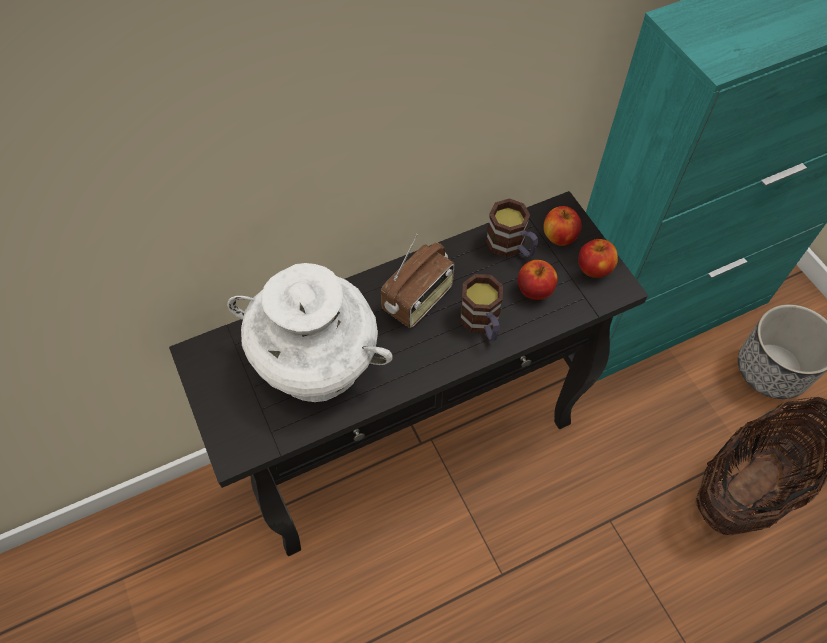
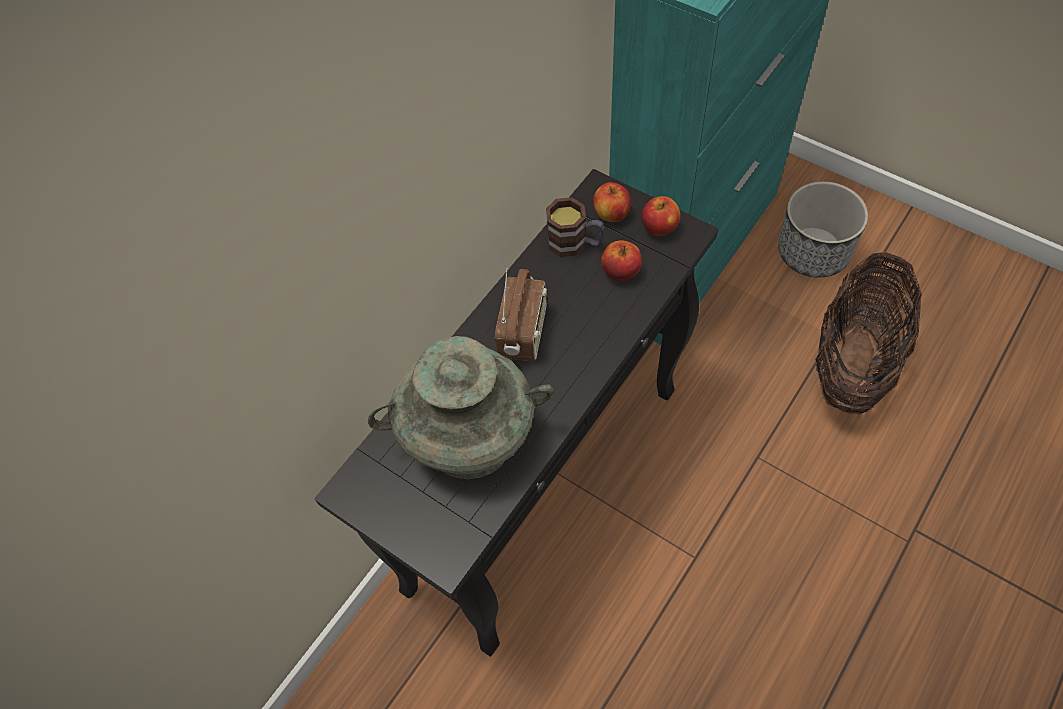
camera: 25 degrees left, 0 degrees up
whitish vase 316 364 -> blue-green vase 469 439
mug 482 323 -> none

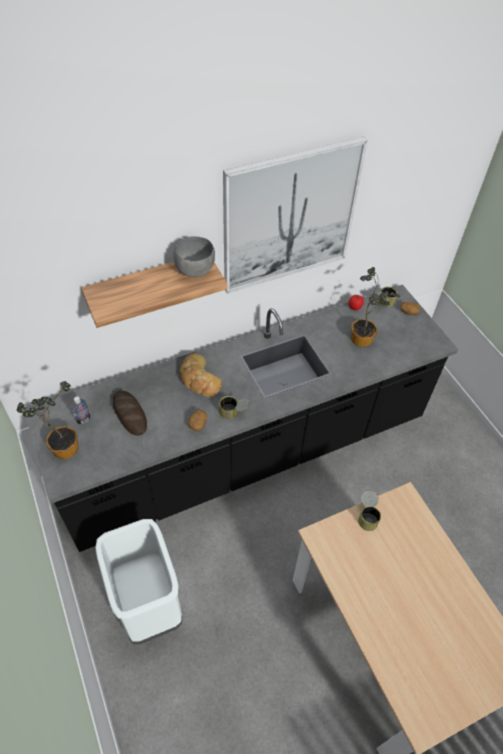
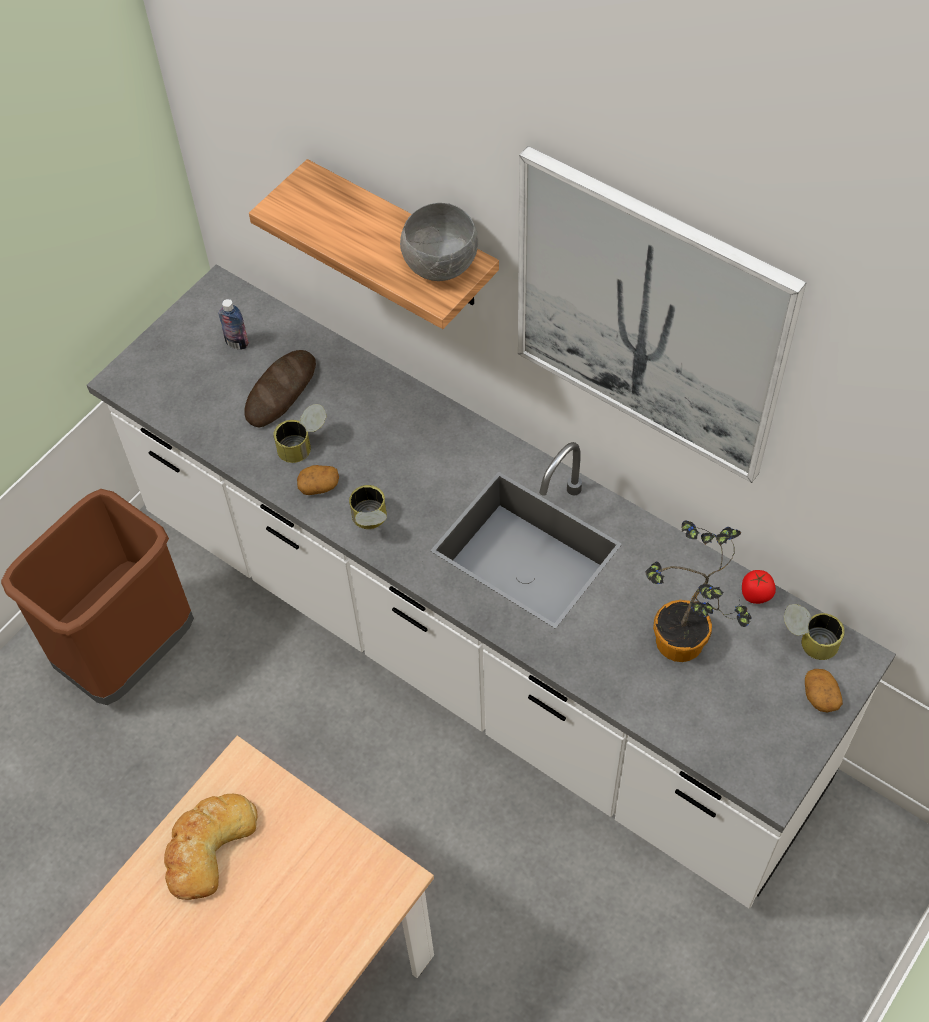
camera: 65 degrees right, 5 degrees up
black counter 248 454 -> whitish counter 471 649
bakery bread 199 379 -> bakery bread 207 847, shifted
plant in a pot 62 447 -> none
metal can 367 515 -> metal can 303 444, shifted
whitish waste bin 148 604 -> brown-coloured waste bin 128 651

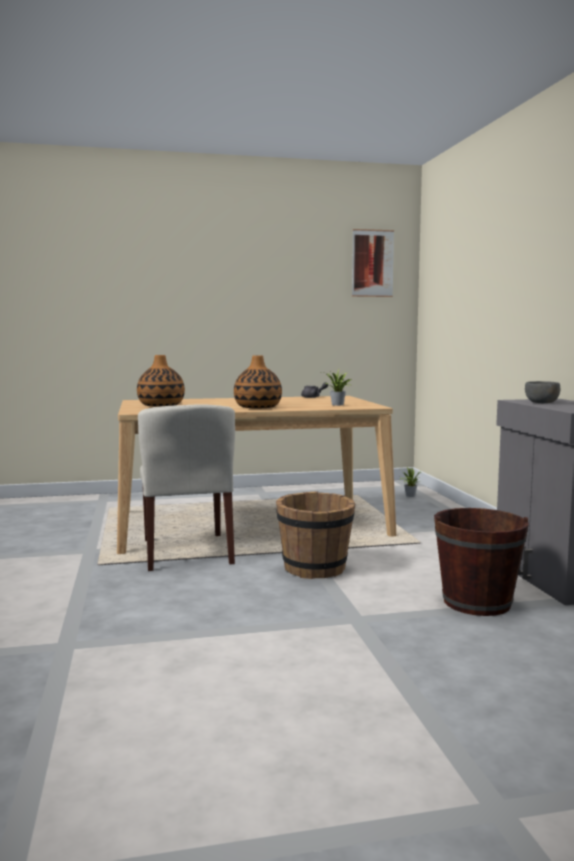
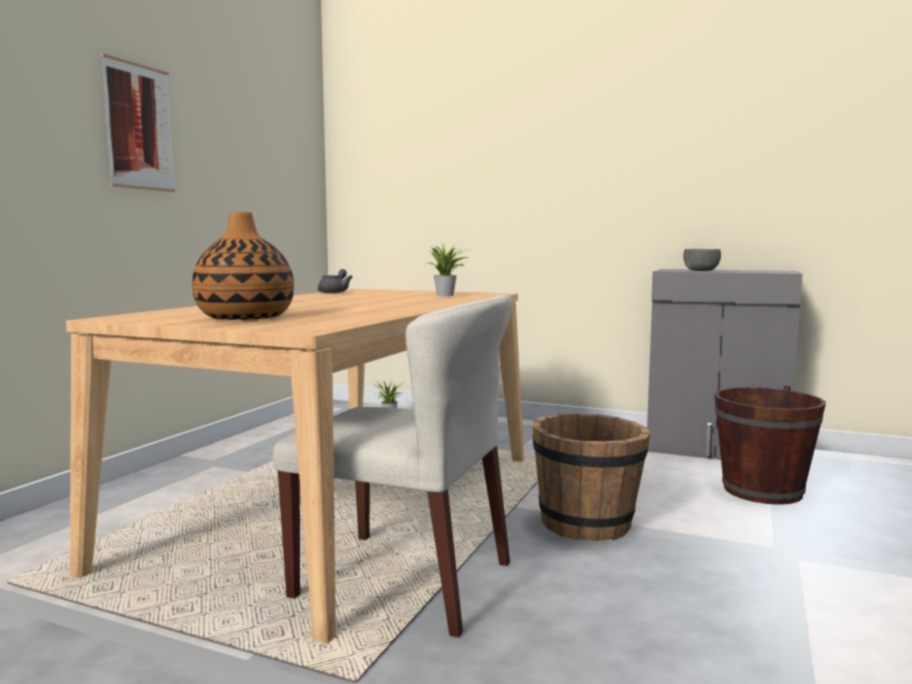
camera: 55 degrees left, 0 degrees up
wall art 372 263 -> wall art 139 127, shifted
vase 258 407 -> none

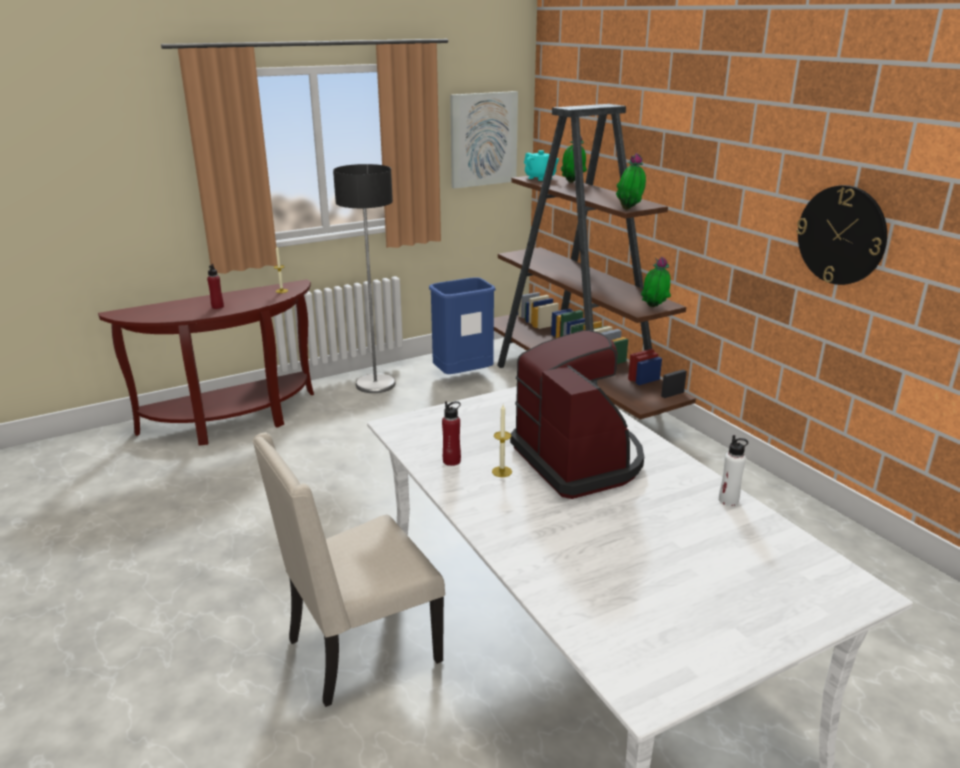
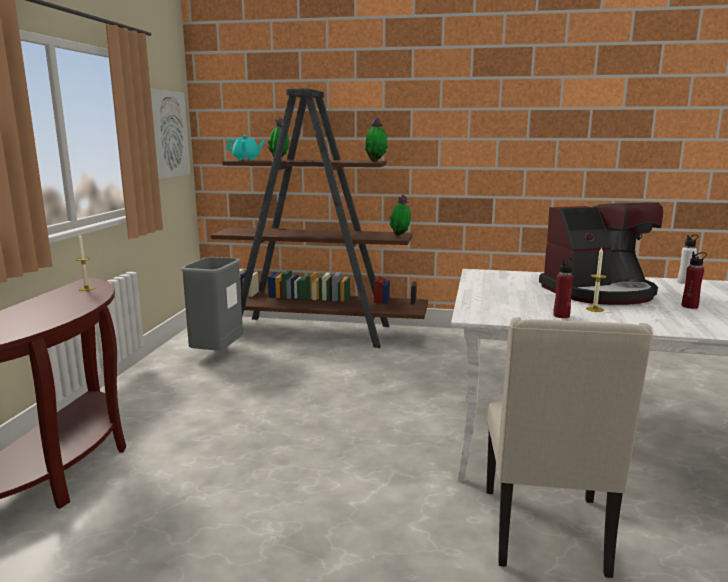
camera: 50 degrees left, 10 degrees down
floor lamp 376 384 -> none
hanging clock 841 235 -> none
reddish bottle 217 307 -> reddish bottle 689 306, shifted
blue waste bin 463 376 -> greyish waste bin 217 353
coffee maker 579 460 -> coffee maker 599 292, 150 degrees clockwise

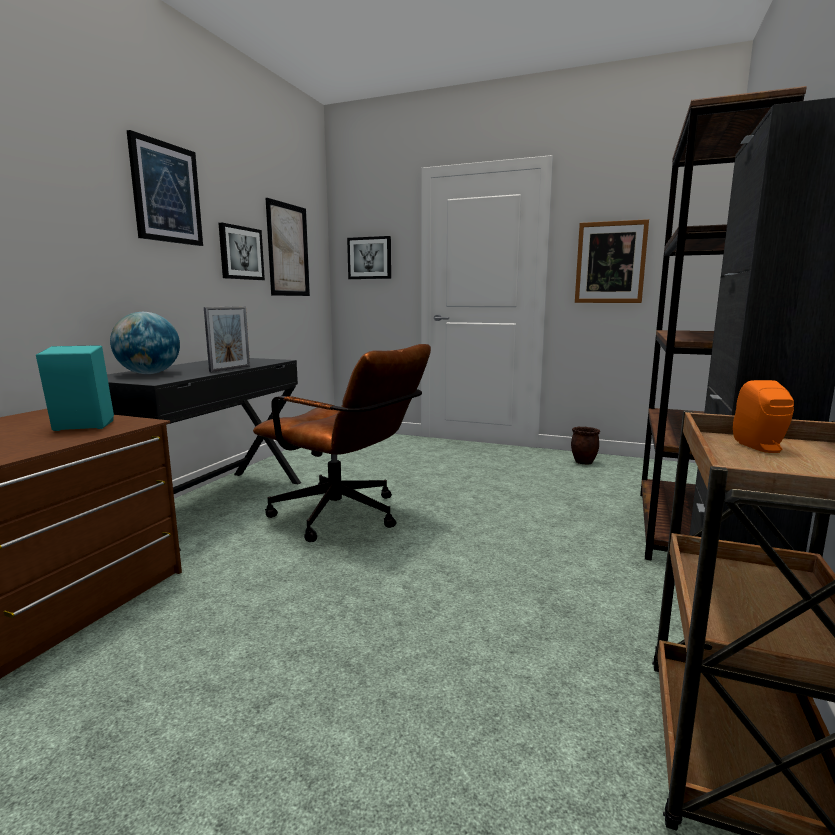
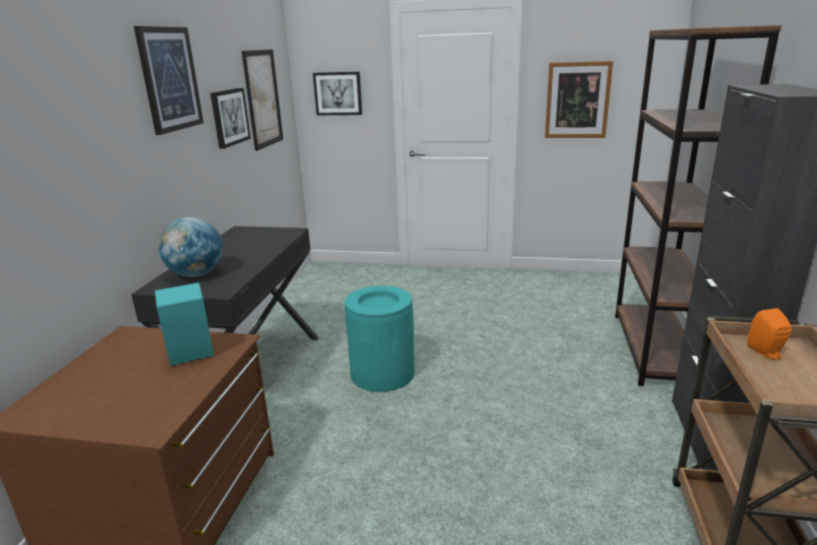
camera: 10 degrees left, 10 degrees up
photo frame 230 369 -> none
brown-coloured office chair 346 517 -> blue-green waste bin 382 373
brown-coloured plant pot 584 462 -> none

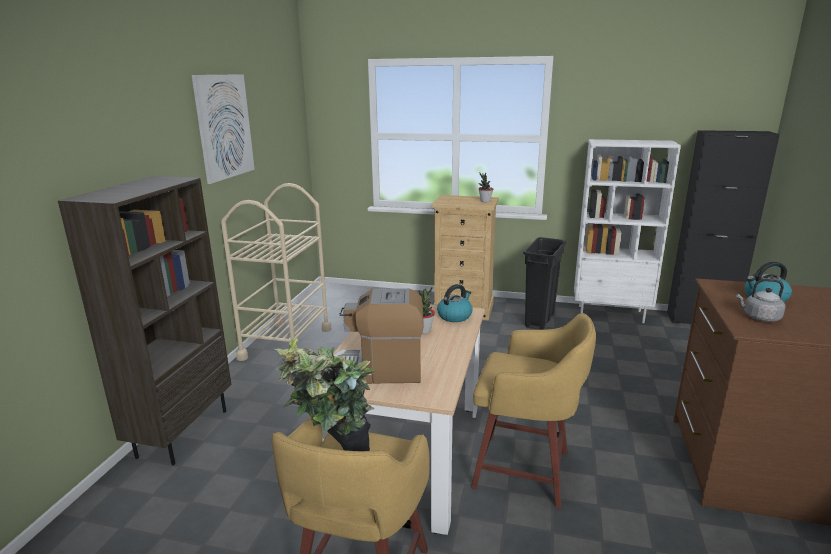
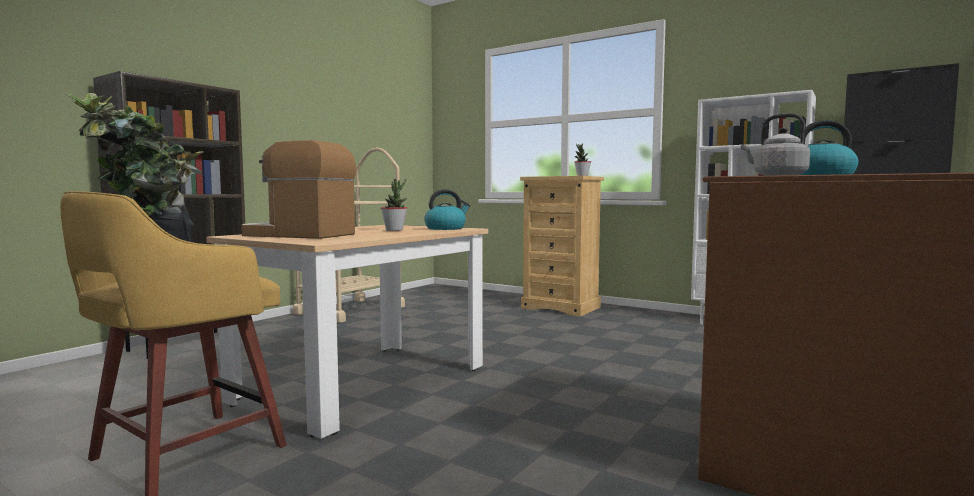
camera: 20 degrees right, 15 degrees down
wall art 225 127 -> none
black waste bin 539 320 -> none
yellow sitting stool 525 471 -> none

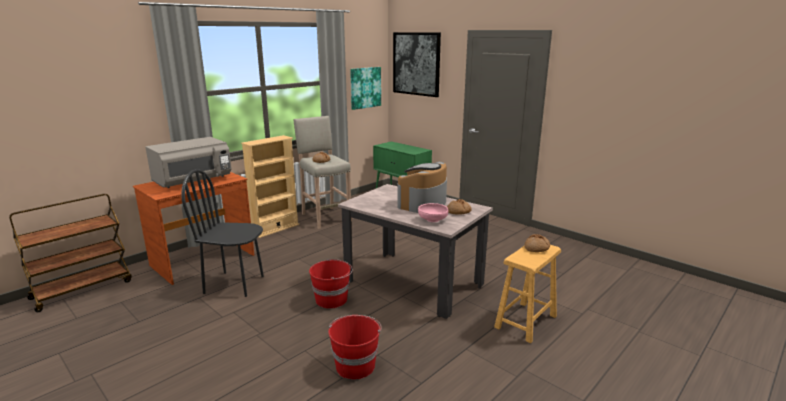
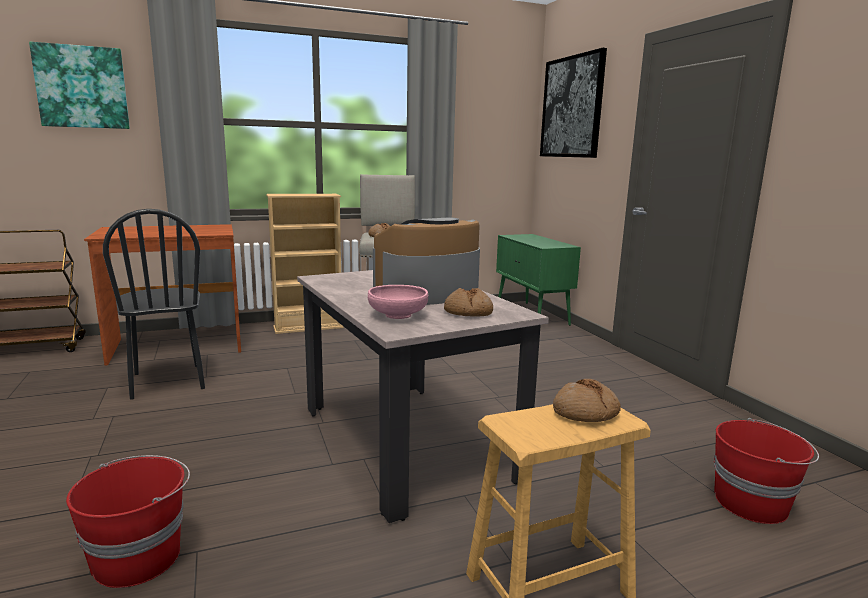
camera: 25 degrees right, 5 degrees down
wall art 365 87 -> wall art 82 87, shifted
greyish microwave 193 181 -> none
black chair 234 284 -> black chair 167 381, 150 degrees counterclockwise
reddish pail 332 299 -> reddish pail 752 503, shifted

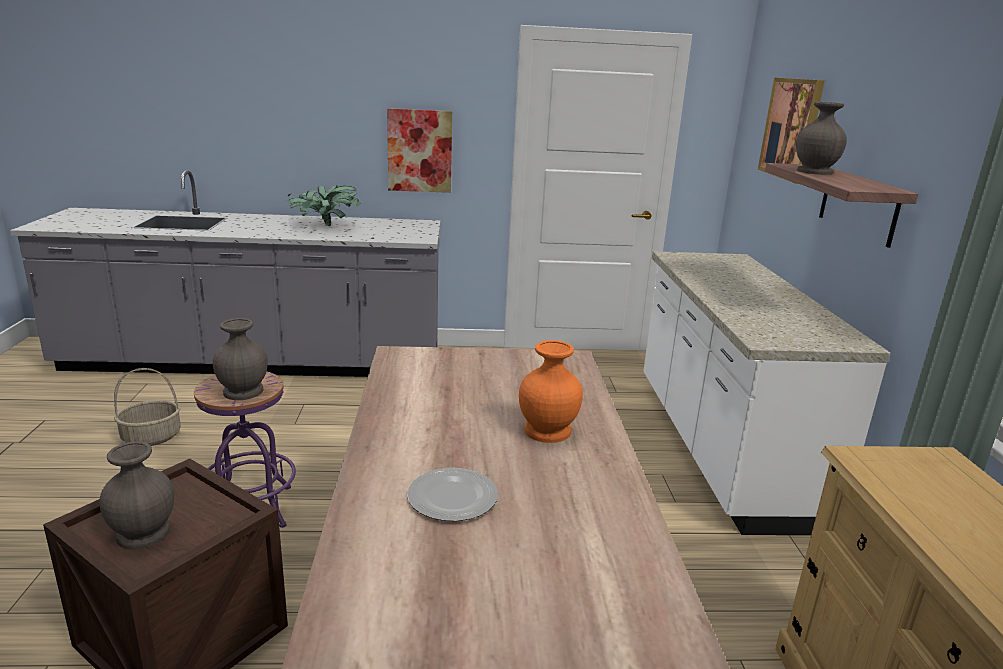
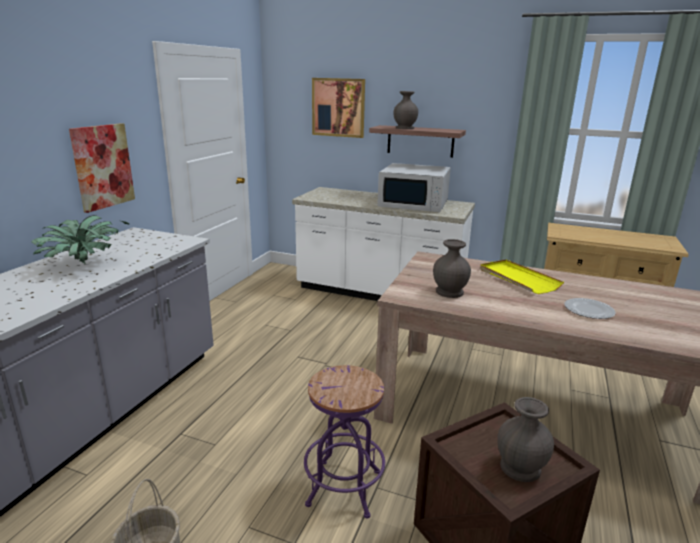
camera: 65 degrees left, 0 degrees up
greyish vase 244 391 -> greyish vase 449 292, shifted
orangey vase 548 430 -> yellow carrying tray 518 279
none -> whitish microwave 414 204

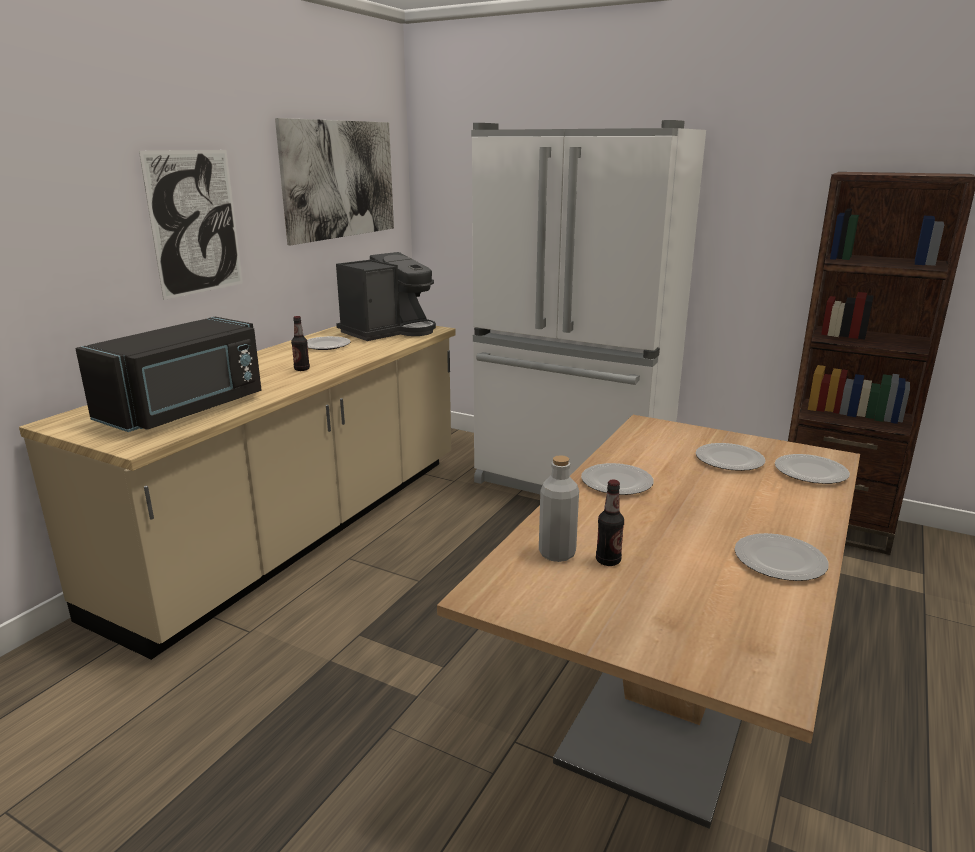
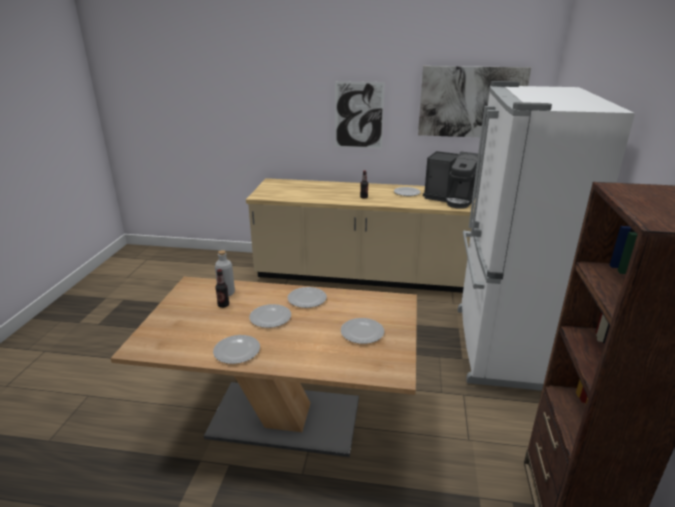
camera: 70 degrees right, 5 degrees up
black microwave 186 410 -> none
dinner plate 810 471 -> dinner plate 271 317, shifted

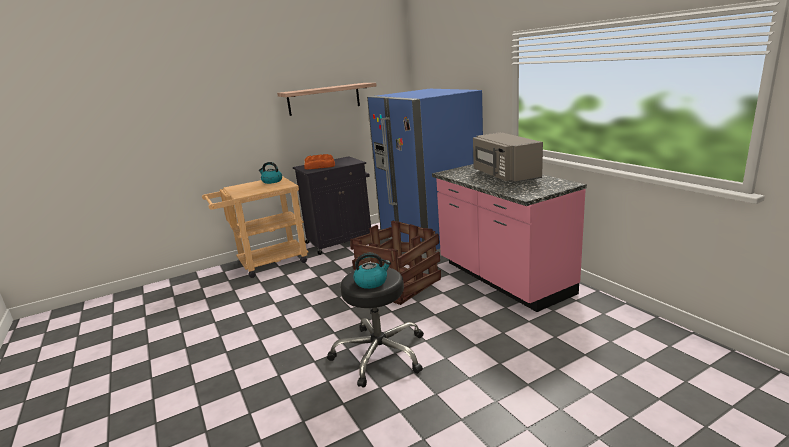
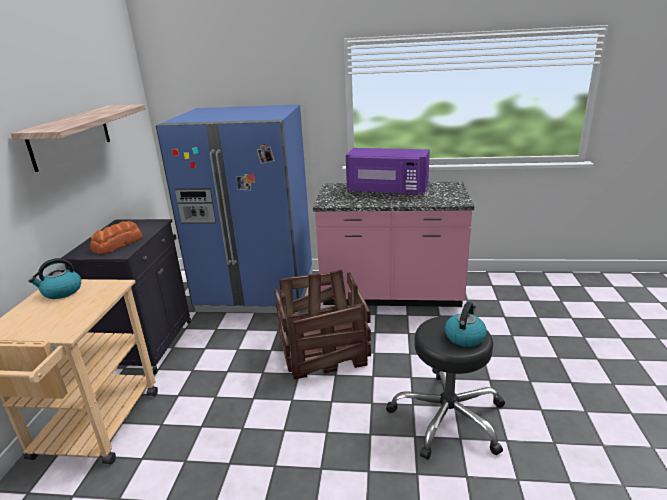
camera: 55 degrees left, 5 degrees up
greyish microwave 504 175 -> purplish microwave 387 191

